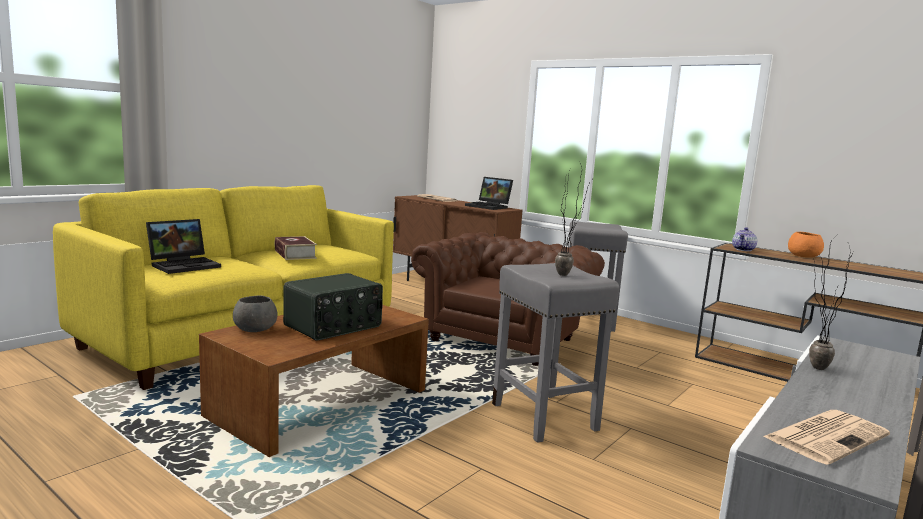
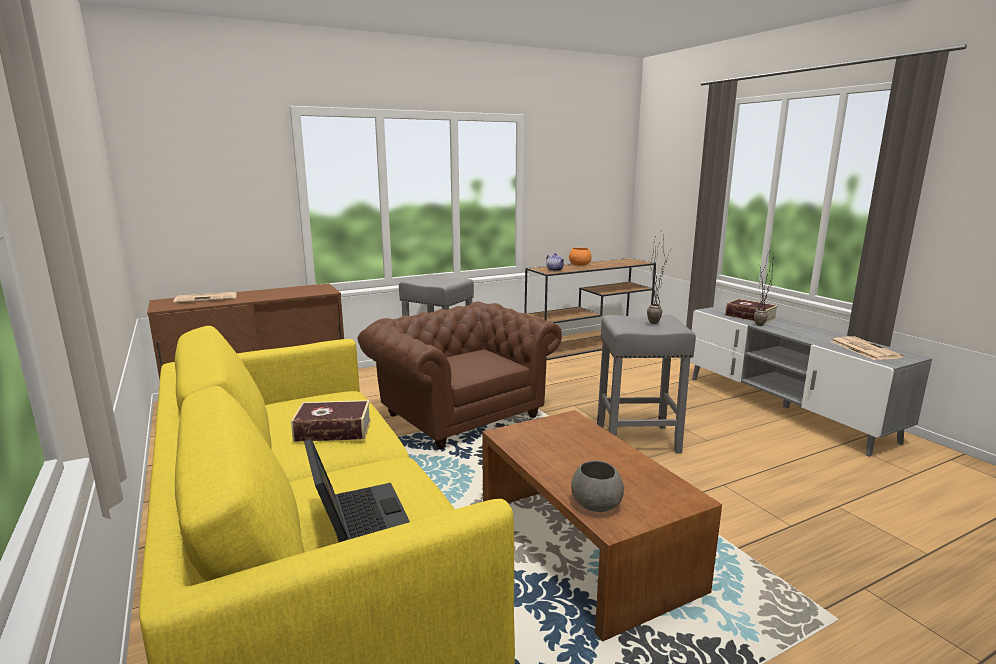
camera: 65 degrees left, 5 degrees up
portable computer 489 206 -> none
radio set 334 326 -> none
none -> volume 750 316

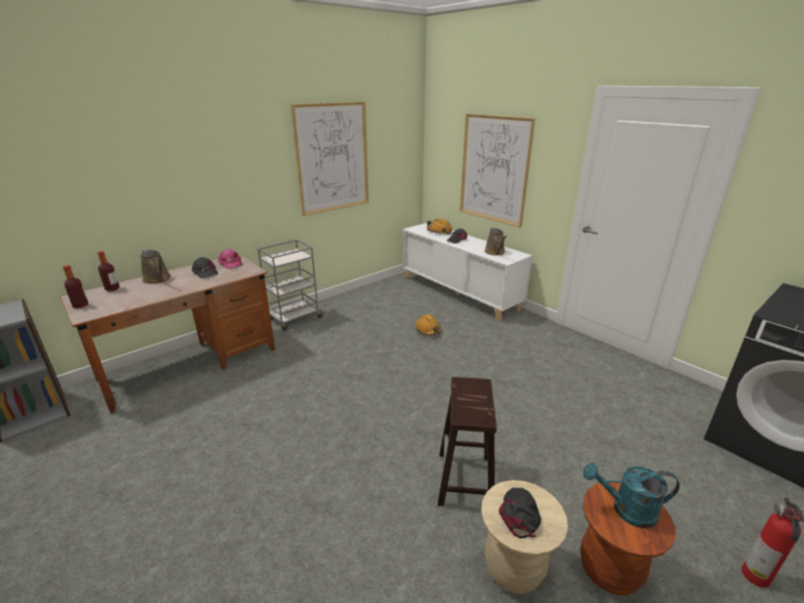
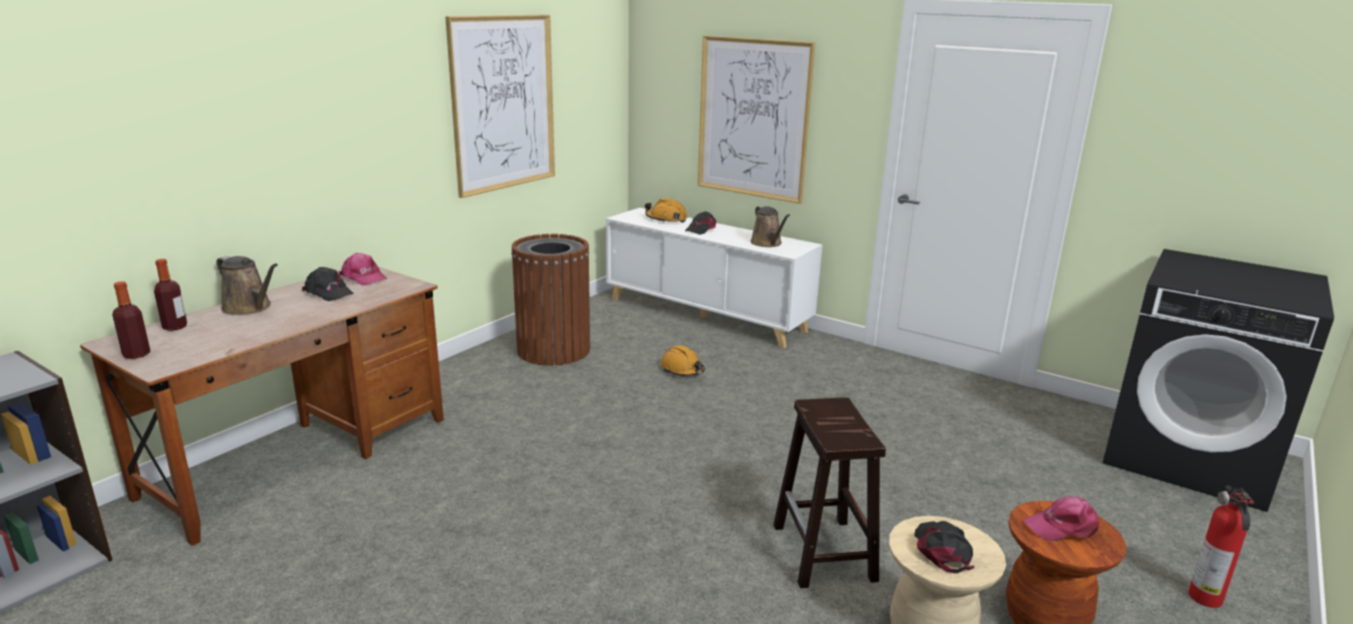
camera: 15 degrees left, 5 degrees down
greyish trolley 294 318 -> none
blue-green watering pot 626 510 -> pinkish peaked cap 1062 527
none -> brown-coloured waste bin 553 350

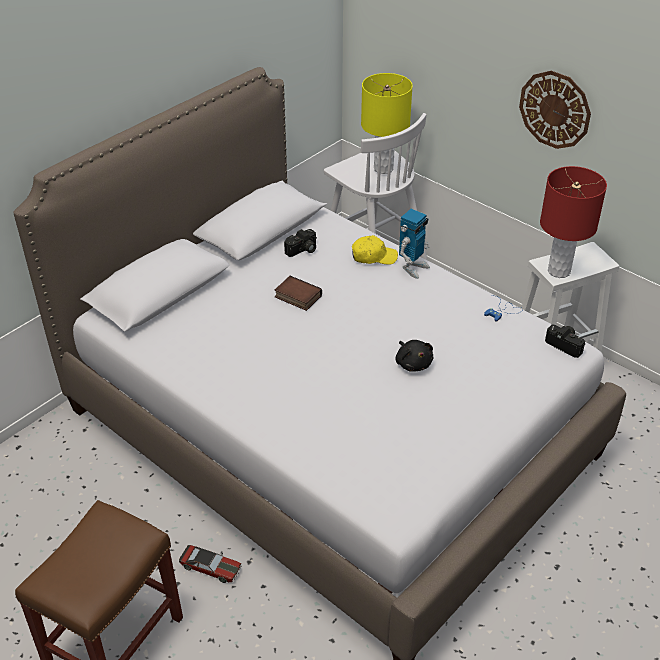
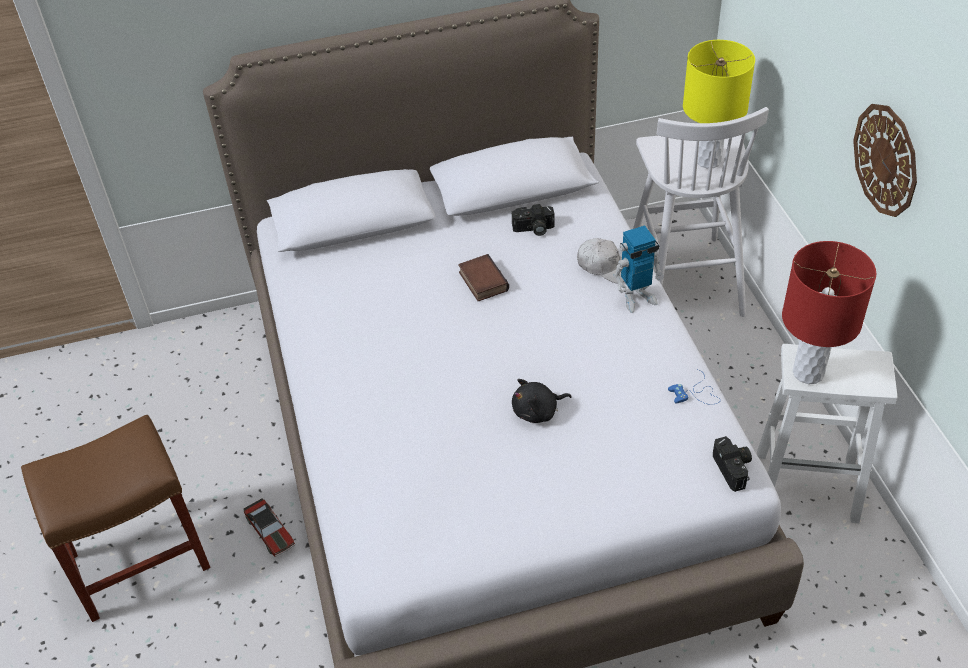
camera: 35 degrees right, 5 degrees up
yellow peaked cap 373 256 -> whitish peaked cap 604 266
black plush toy 413 363 -> black plush toy 538 411, 60 degrees clockwise

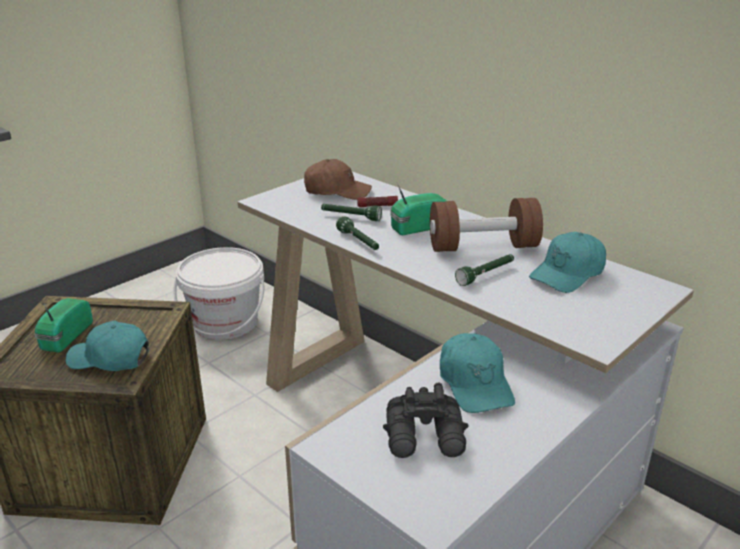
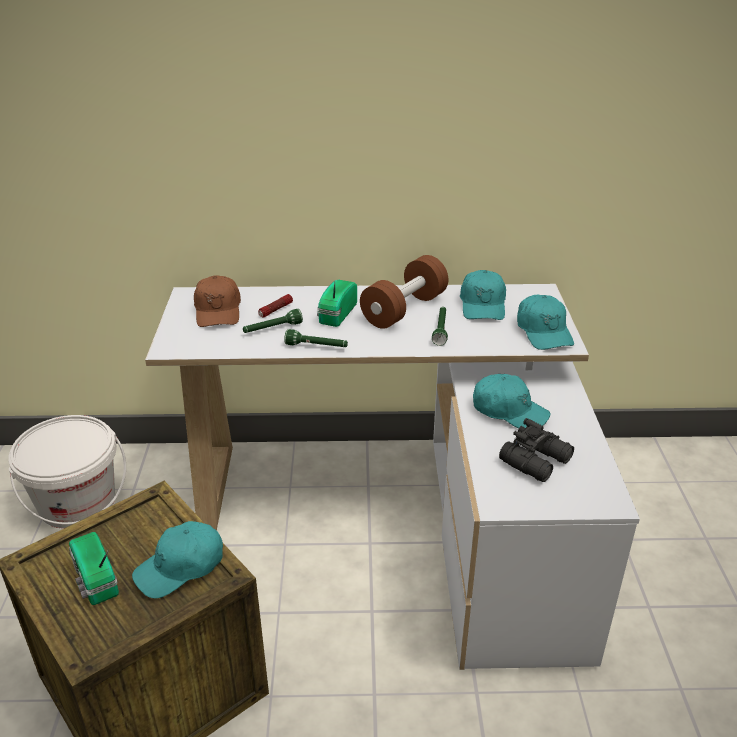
camera: 45 degrees left, 5 degrees up
brown-coloured peaked cap 337 191 -> brown-coloured peaked cap 218 311, 120 degrees clockwise
none -> blue-green peaked cap 544 332

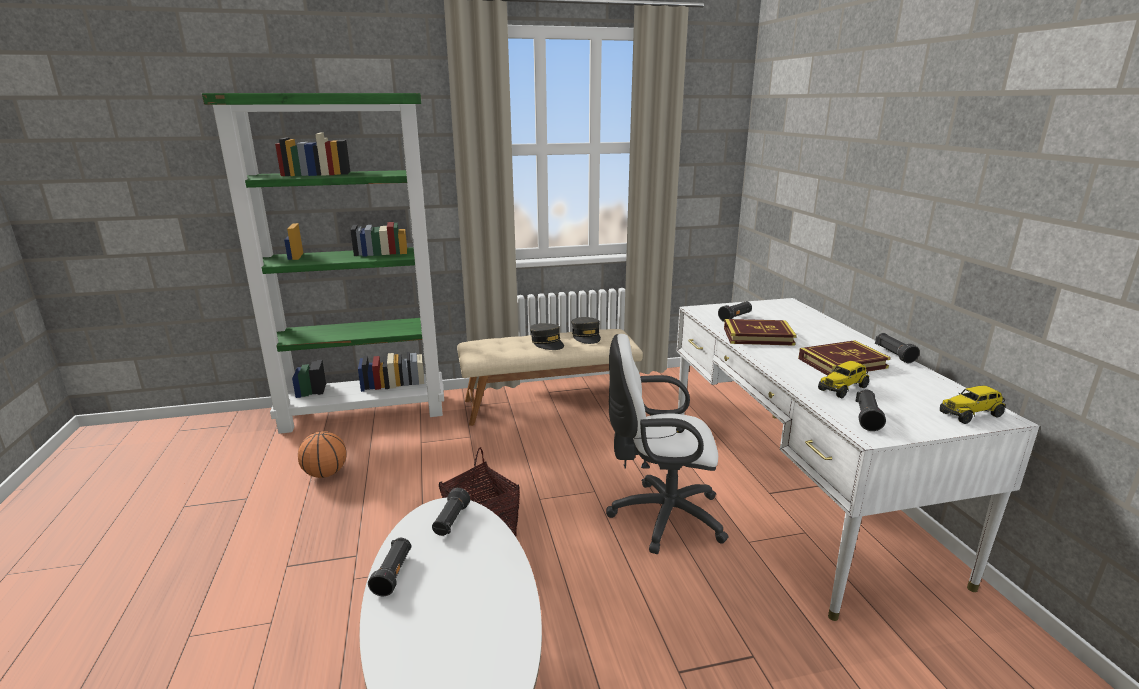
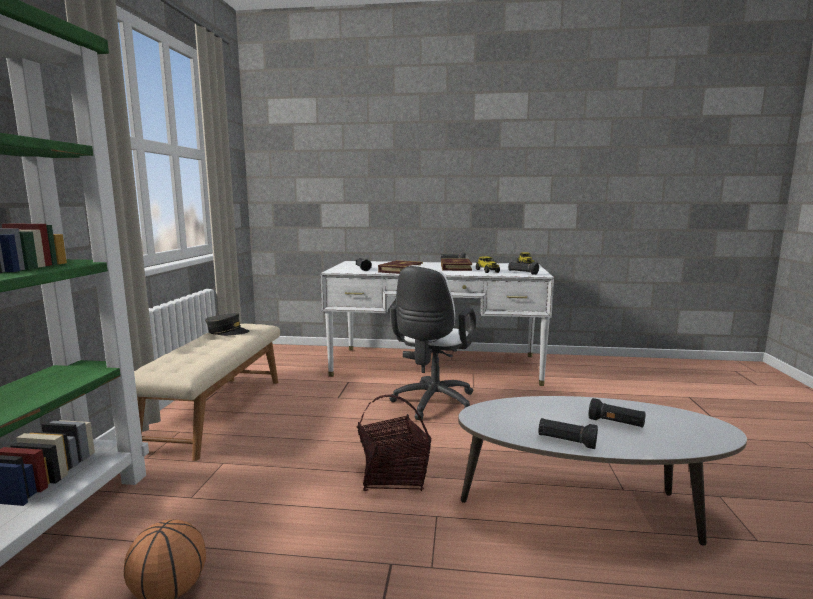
camera: 70 degrees left, 10 degrees down
greyish peaked cap 547 343 -> none
black torch 451 521 -> black torch 616 423, shifted

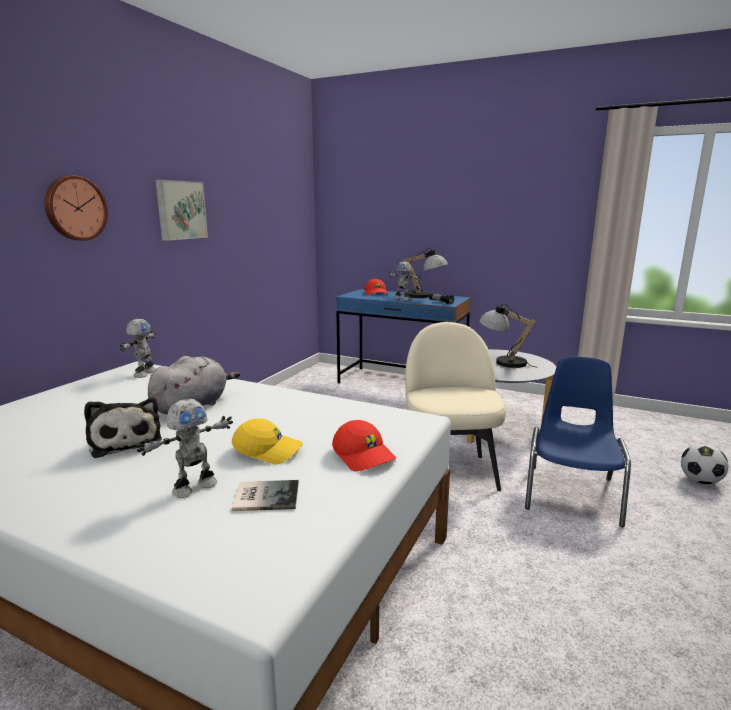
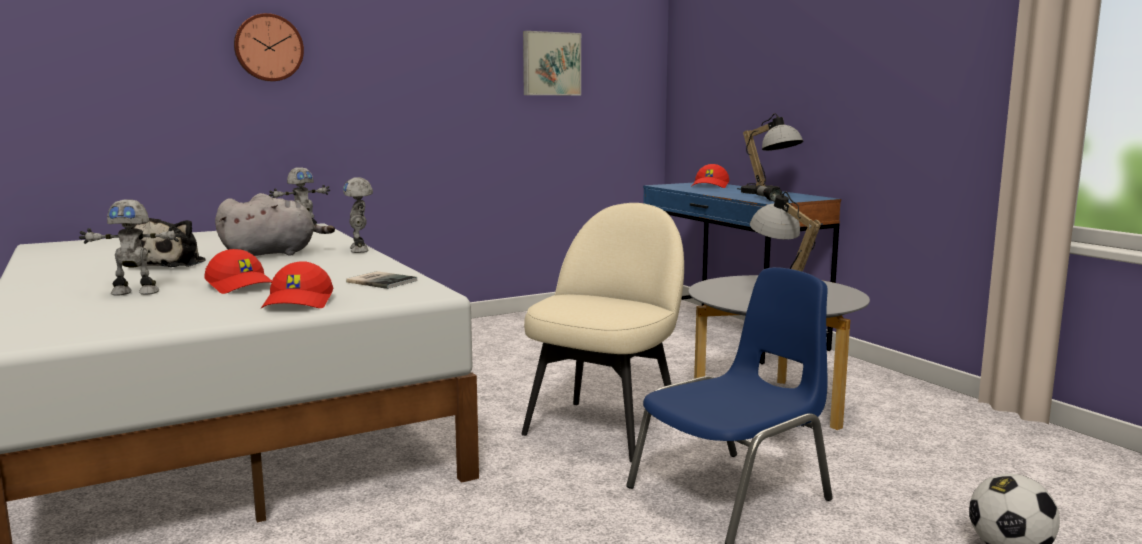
camera: 35 degrees right, 5 degrees down
wall art 180 210 -> wall art 550 64, shifted
model robot 403 299 -> model robot 360 250, shifted
yellow peaked cap 268 450 -> reddish peaked cap 242 285
volume 265 495 -> volume 382 281, shifted

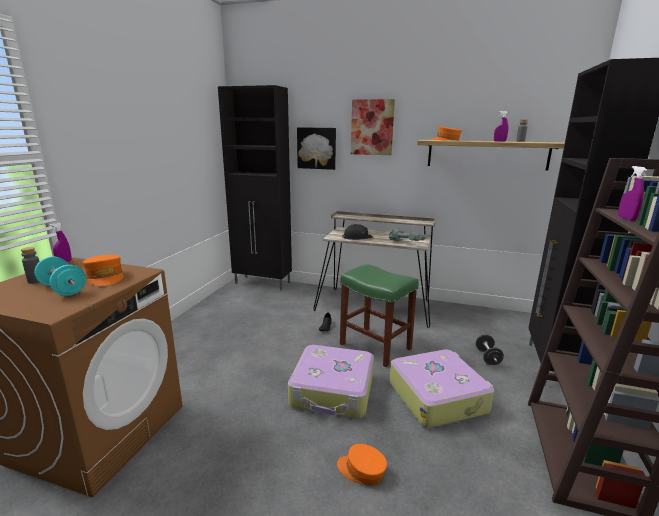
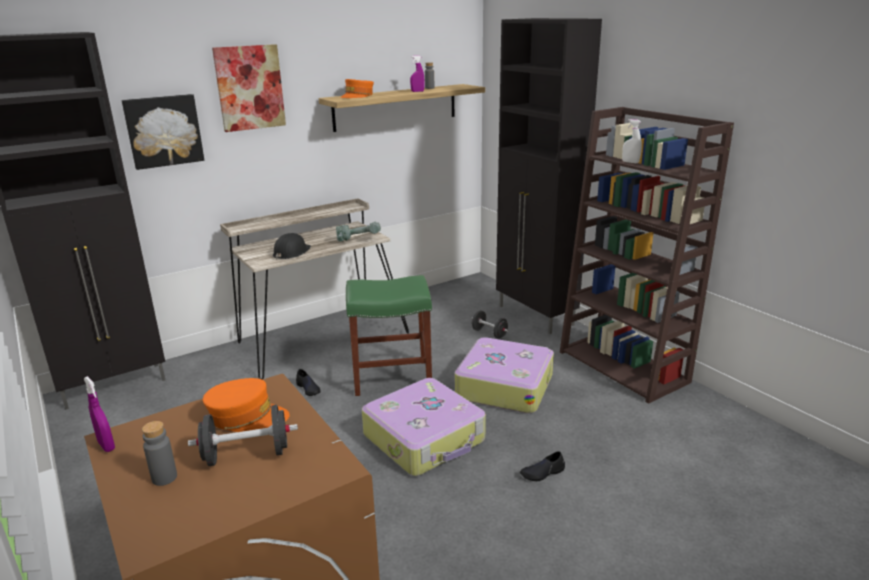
camera: 50 degrees left, 5 degrees up
purplish hand sprayer 626 219 -> whitish hand sprayer 630 162
blue-green hand weight 63 289 -> black hand weight 247 455
orangey peaked cap 361 471 -> black low shoe 542 473

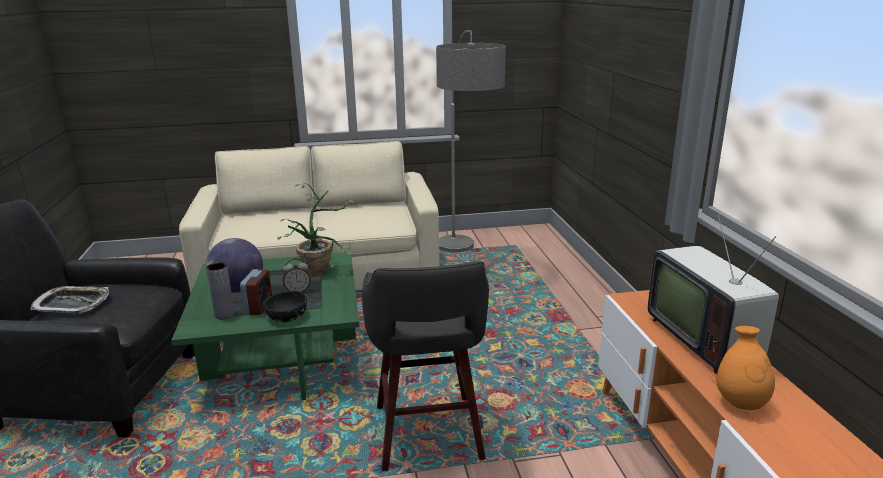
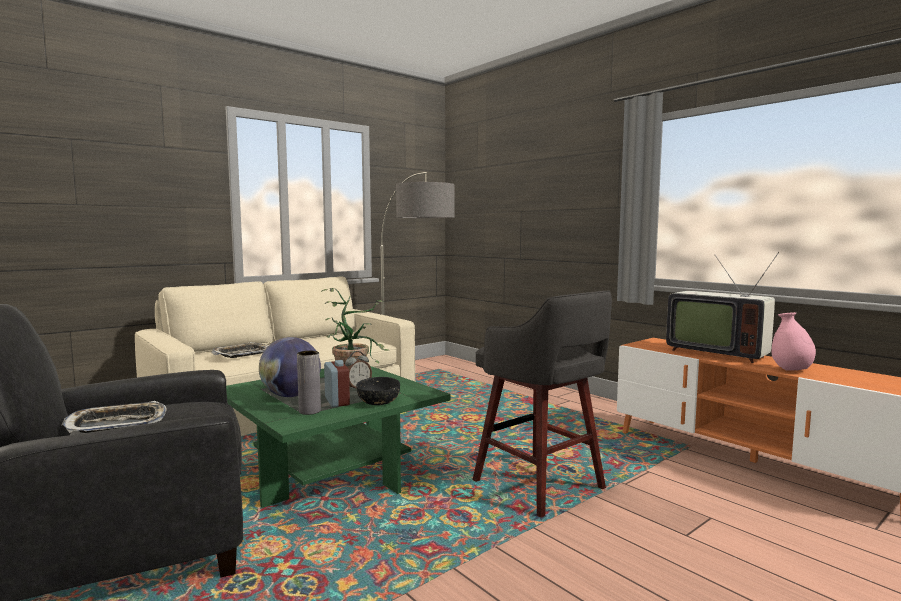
camera: 30 degrees left, 15 degrees down
orangey vase 740 403 -> pinkish vase 791 370
none -> carrying tray 242 354

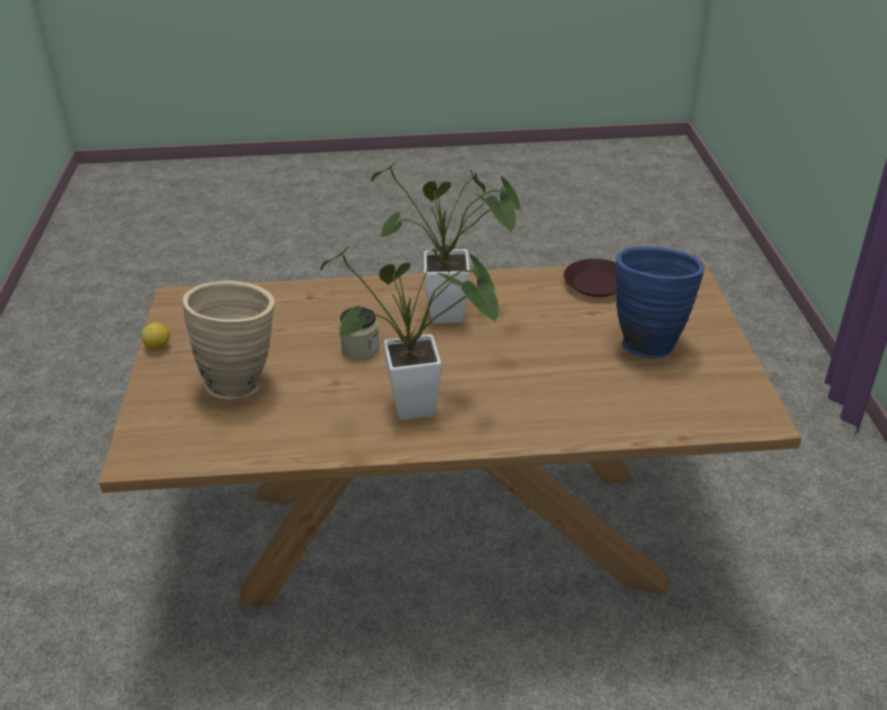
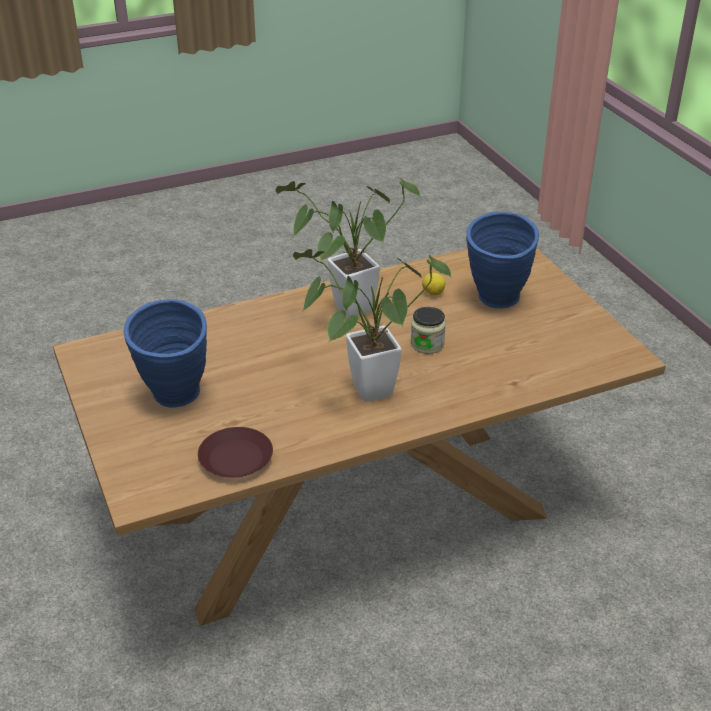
camera: 160 degrees right, 0 degrees up
sand-coloured vase 242 382 -> blue vase 496 303
lemon 158 347 -> lemon 433 293, shifted

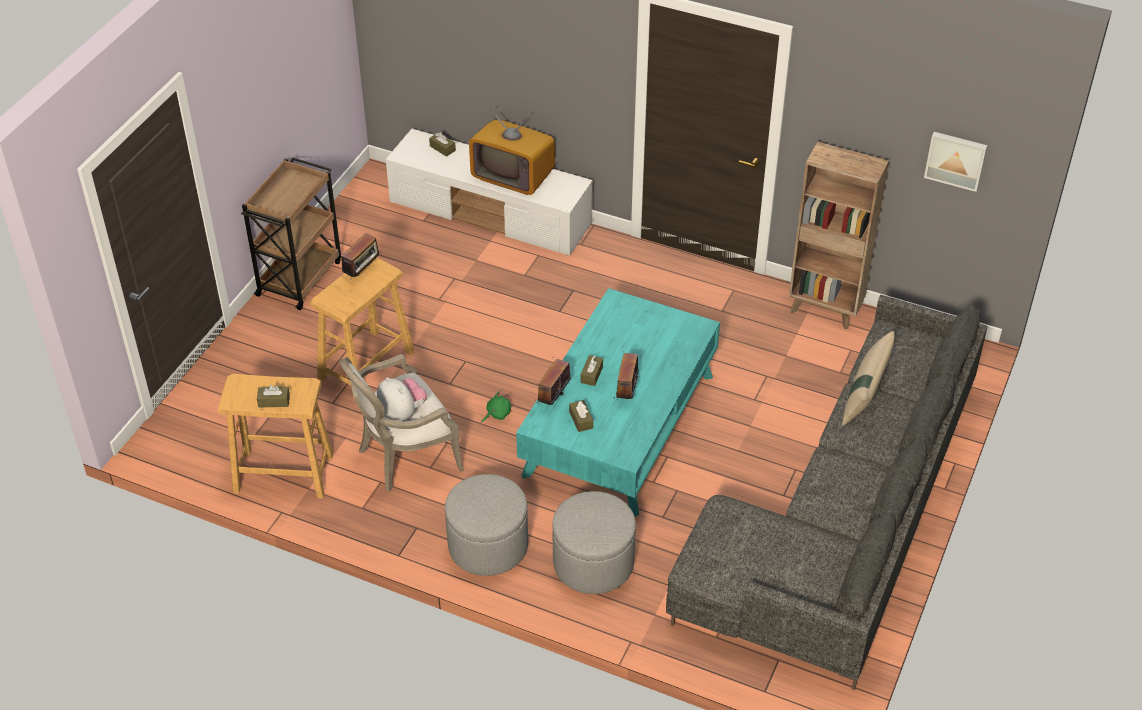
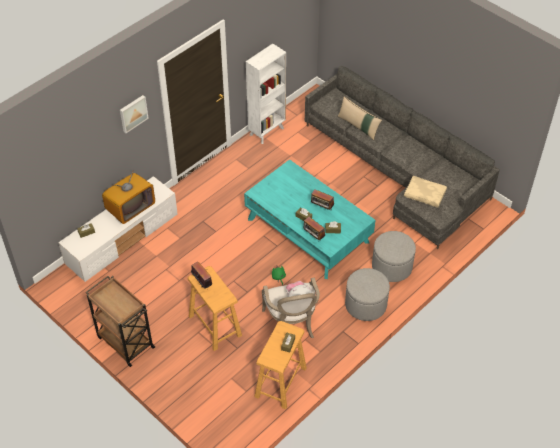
camera: 70 degrees left, 5 degrees up
wall art 956 159 -> wall art 133 113, shifted
brown-coloured shelving unit 825 310 -> whitish shelving unit 267 131
none -> sand-coloured throw pillow 425 194

